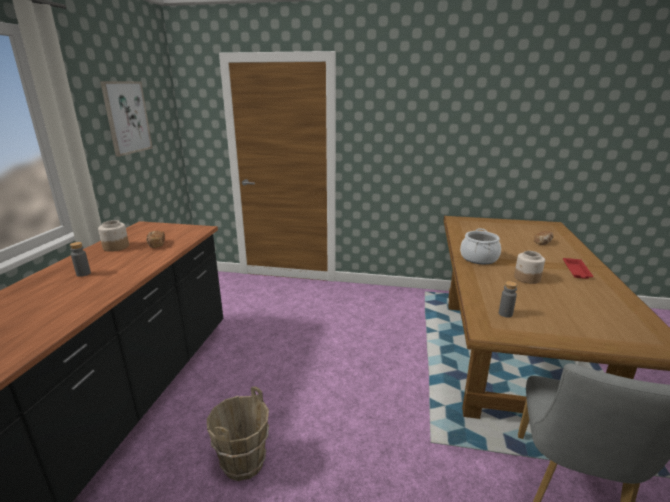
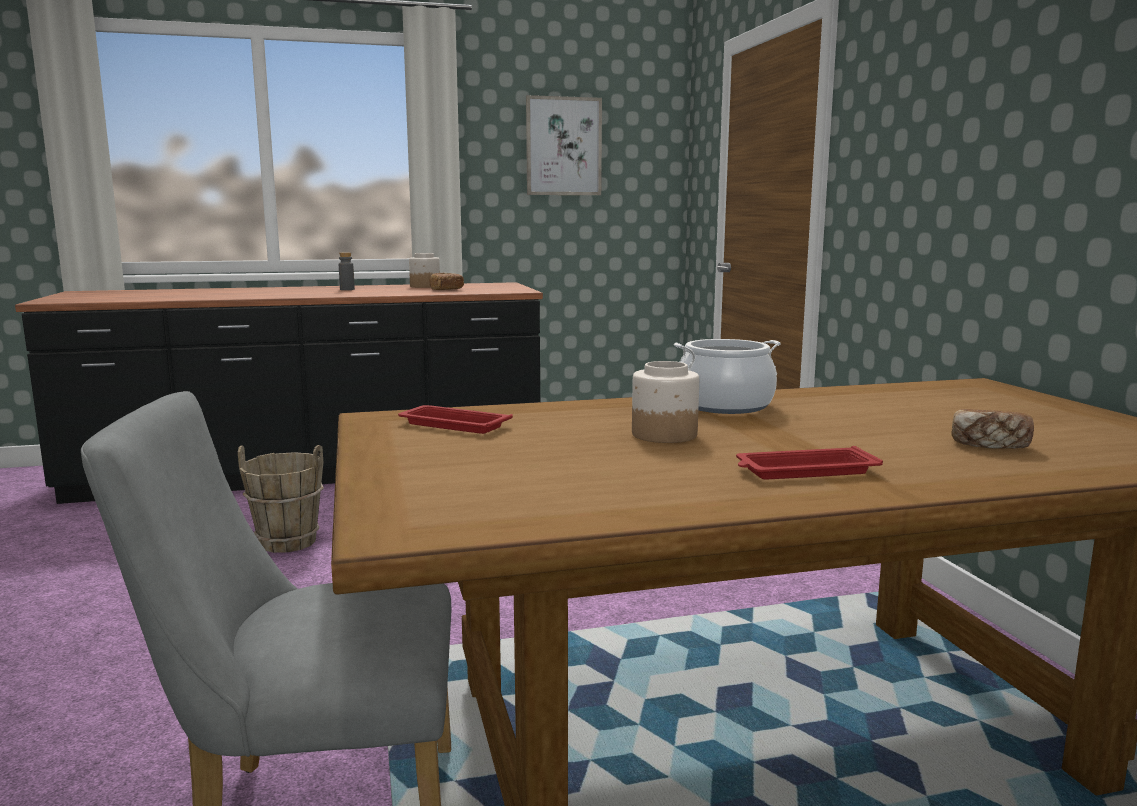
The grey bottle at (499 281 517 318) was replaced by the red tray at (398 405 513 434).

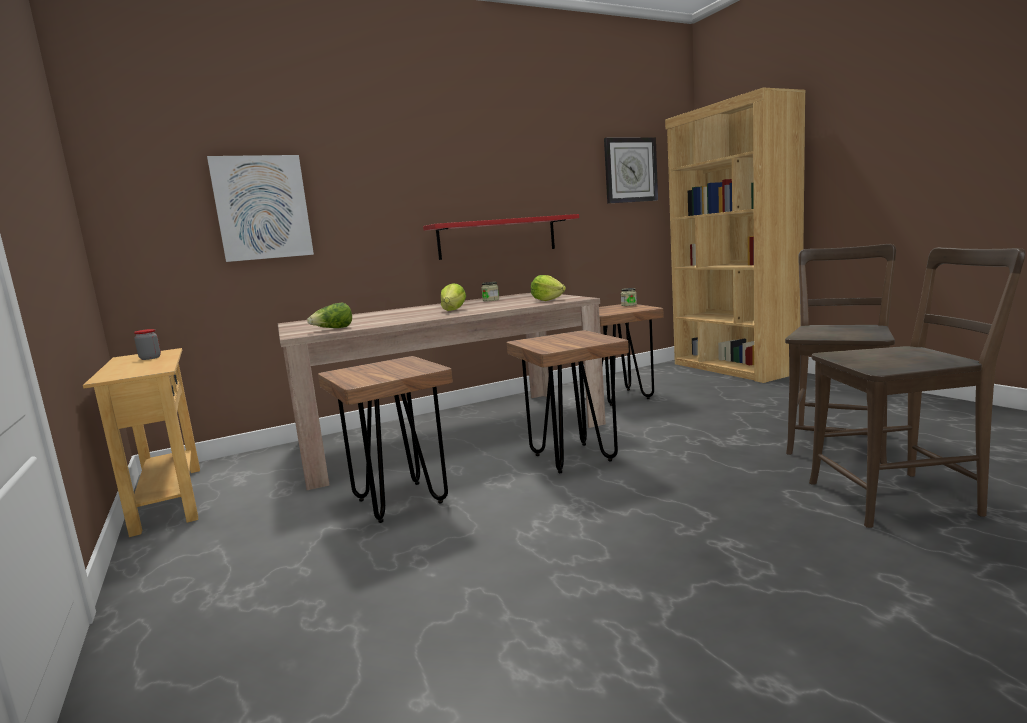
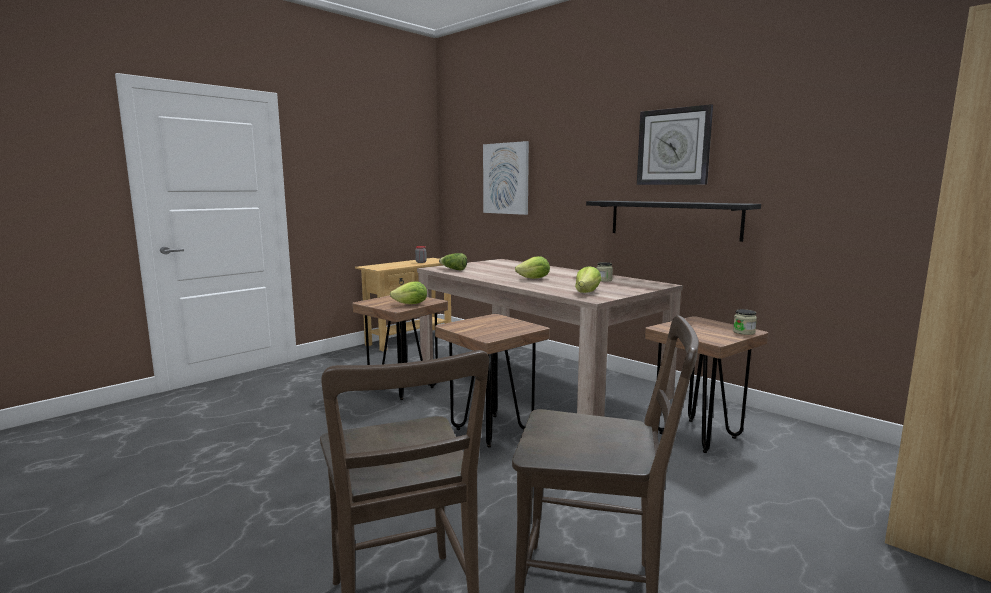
The lettuce at (390 281 427 304) appeared.
The red shelf at (423 214 579 260) became the black shelf at (586 201 761 242).
The wall clock moved from (604 138 658 204) to (637 104 713 185).

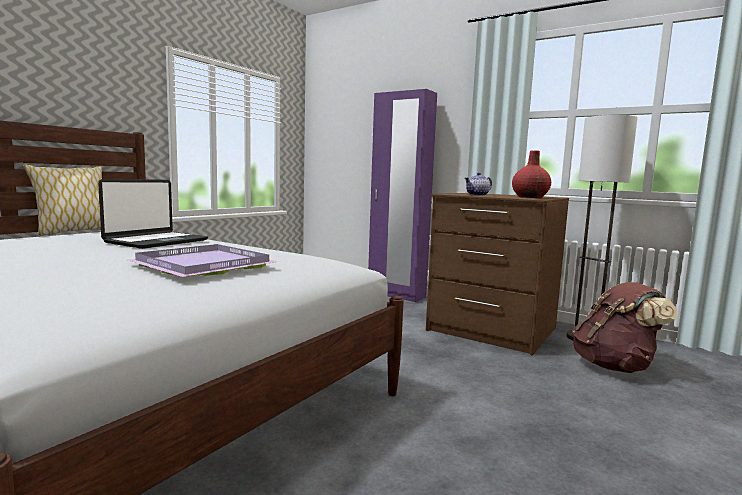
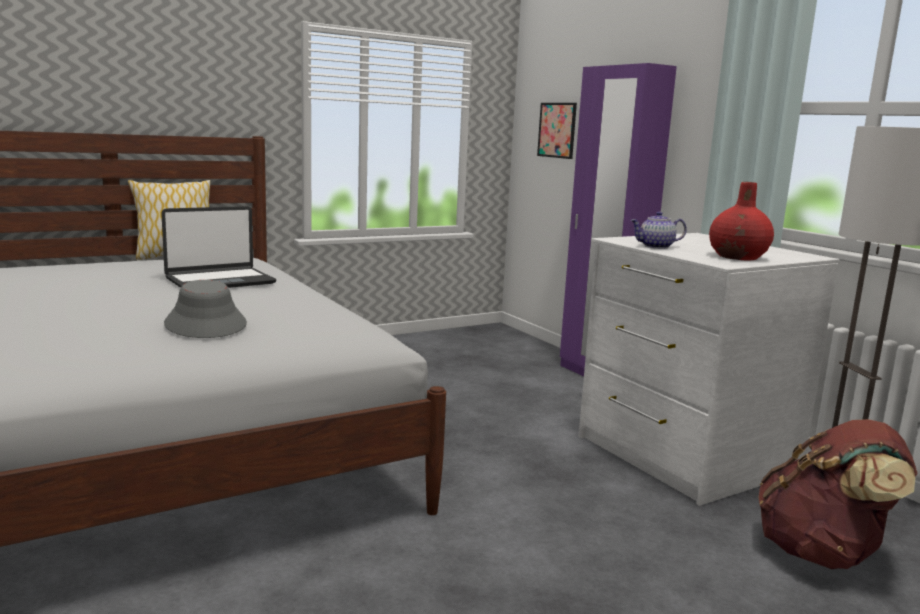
The purple tray at (128 244 278 277) was replaced by the grey hat at (164 280 247 338).
The picture at (537 103 577 159) appeared.
The brown dresser at (426 193 569 355) became the white dresser at (578 233 839 506).

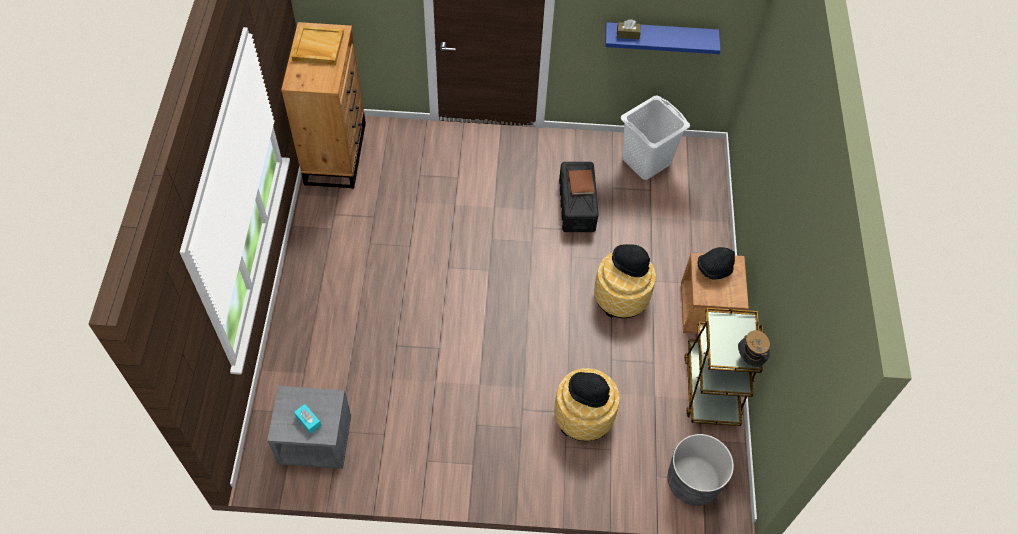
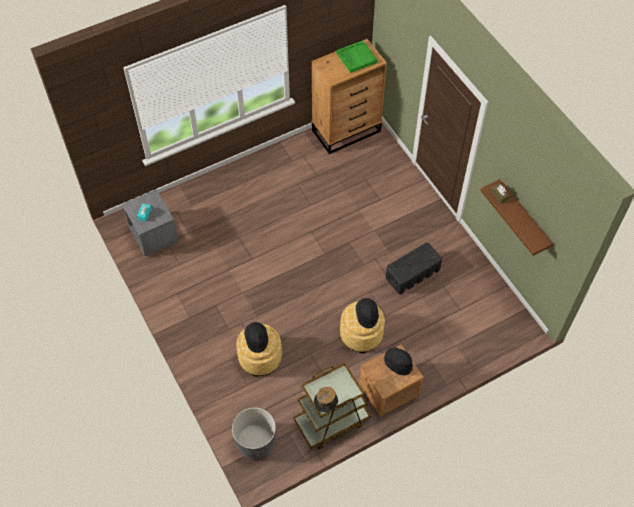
The beige tray at (292 25 344 65) became the green tray at (336 40 377 73).
The blue shelf at (605 22 721 54) became the brown shelf at (480 179 553 256).
The brown book at (568 170 595 195) disappeared.
The white laundry basket at (621 96 690 180) disappeared.

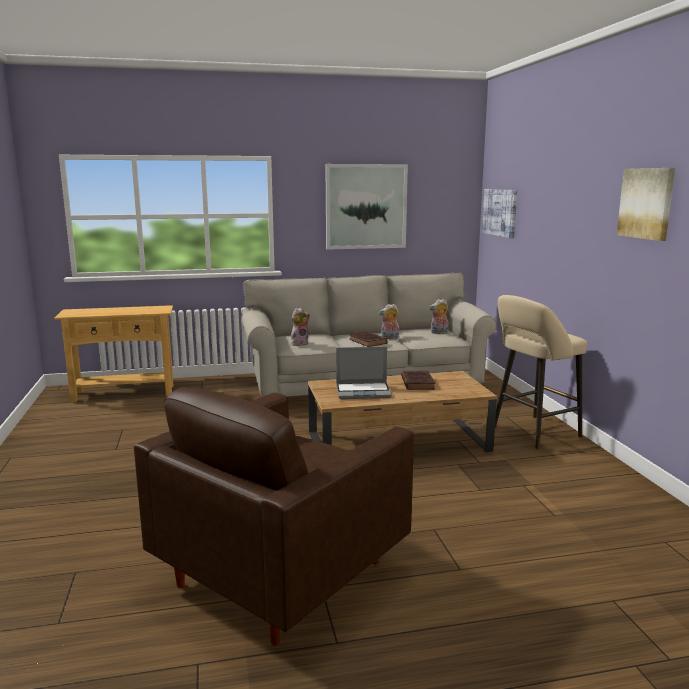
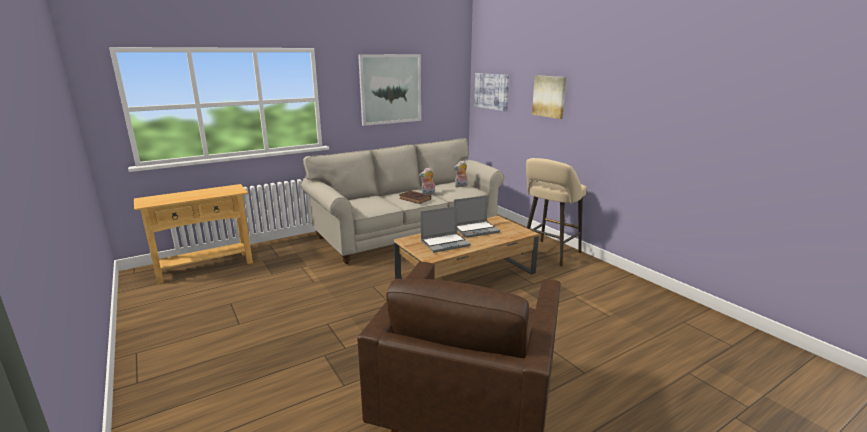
The brown book at (401 371 435 390) was replaced by the laptop at (454 195 500 238).
The picture moved from (617 168 675 241) to (532 75 567 119).
The plush toy at (291 308 310 346) disappeared.

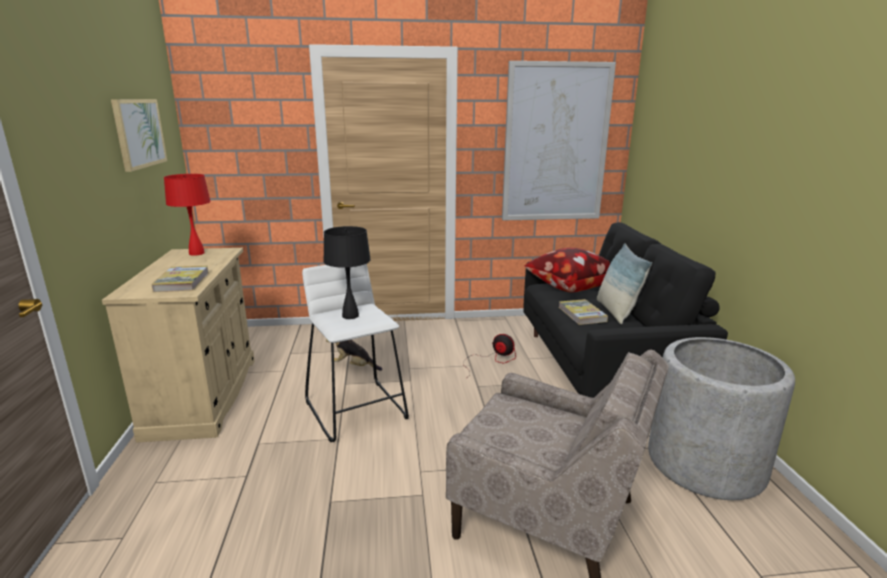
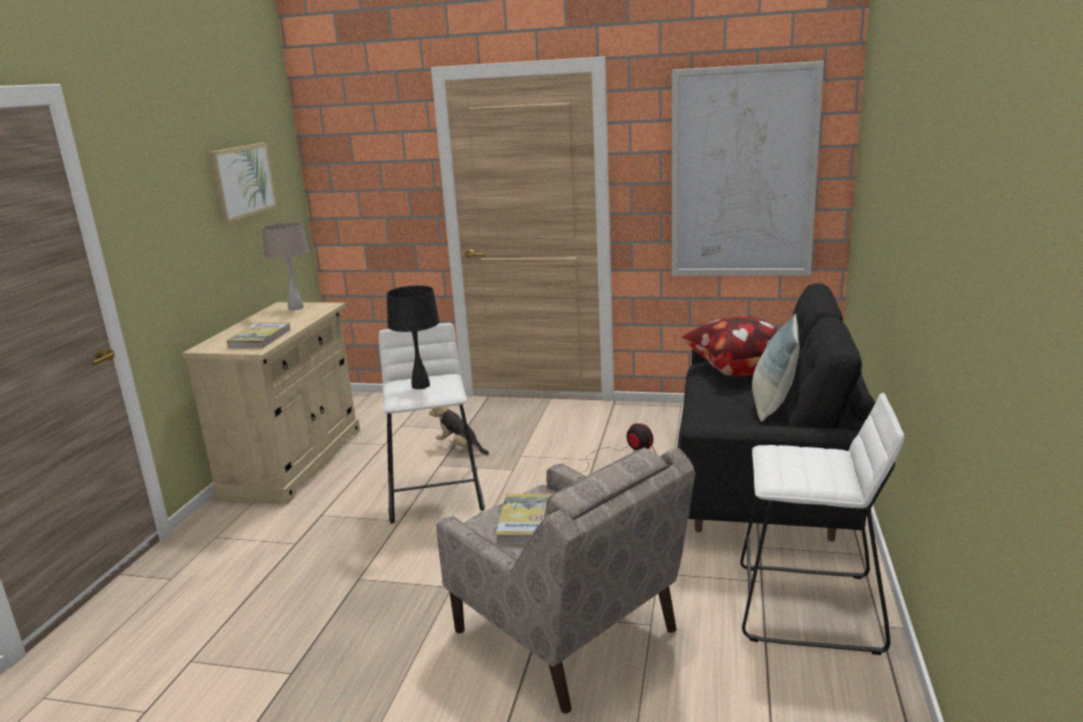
The red table lamp at (164 174 211 256) became the beige table lamp at (262 222 309 310).
The book moved from (559 299 608 325) to (495 494 553 544).
The grey planter at (648 337 795 500) was replaced by the white stool at (740 393 904 655).

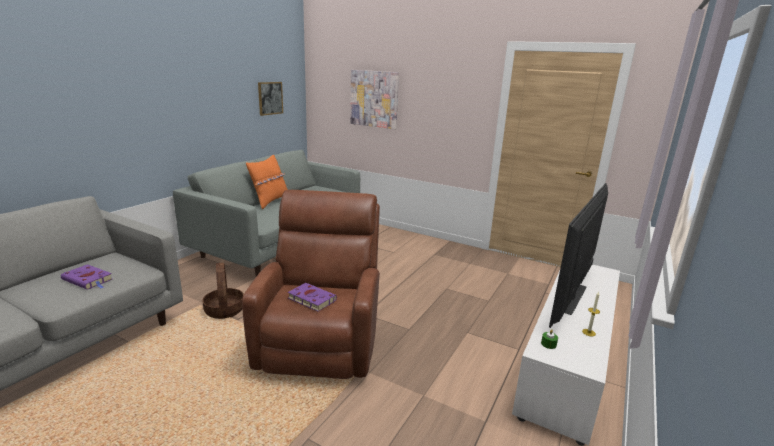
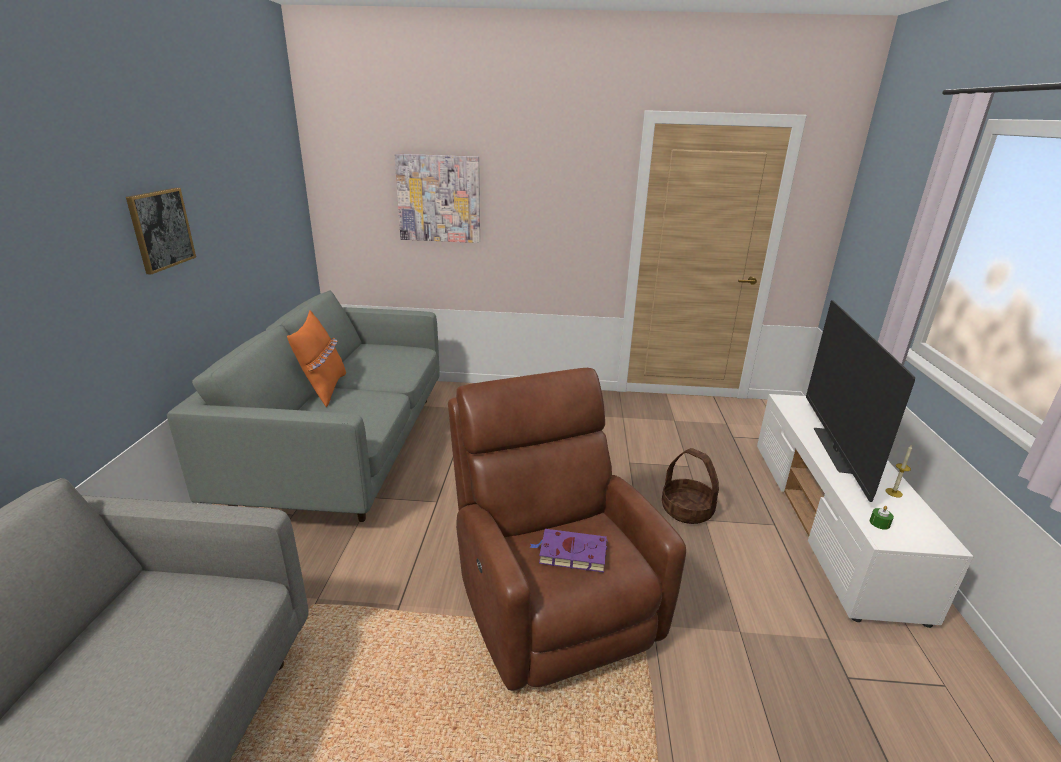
The picture moved from (258 82 283 116) to (126 188 196 275).
The basket moved from (202 263 244 319) to (662 448 719 524).
The purple book at (61 264 112 290) disappeared.

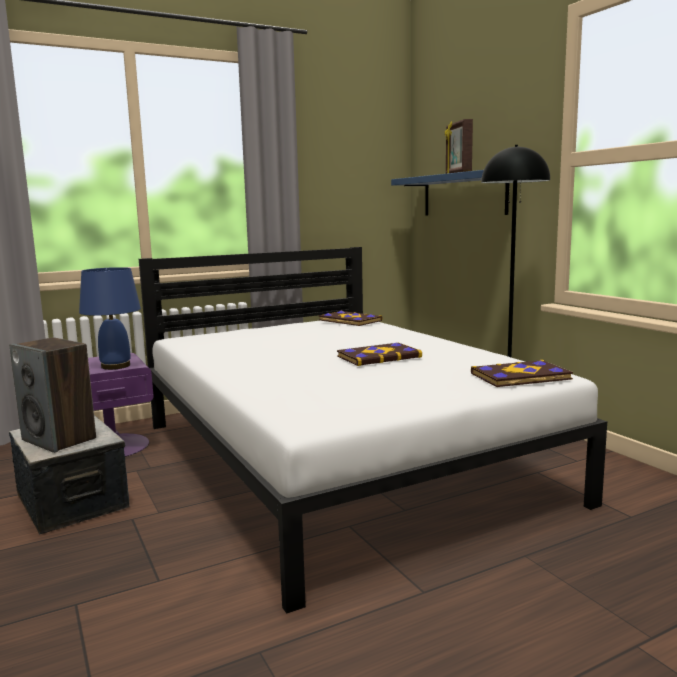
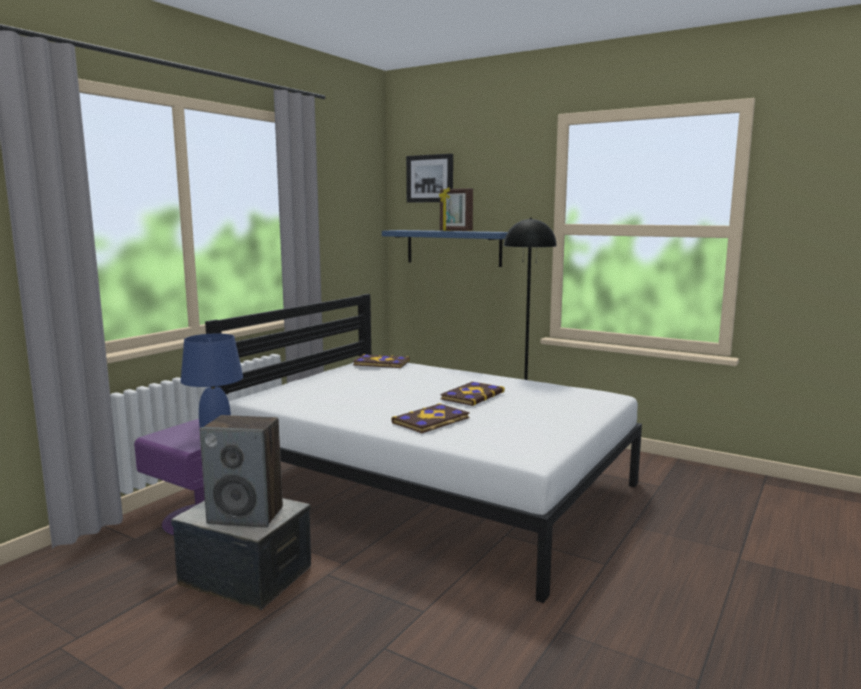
The book moved from (471 360 573 387) to (391 403 470 433).
The picture at (406 154 453 203) appeared.

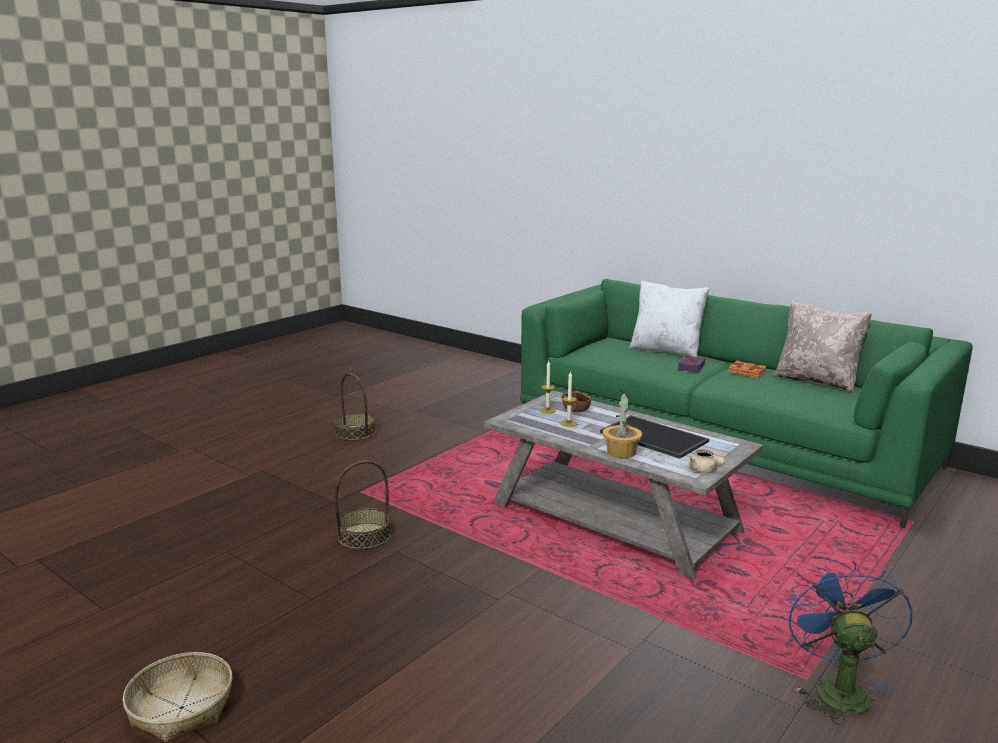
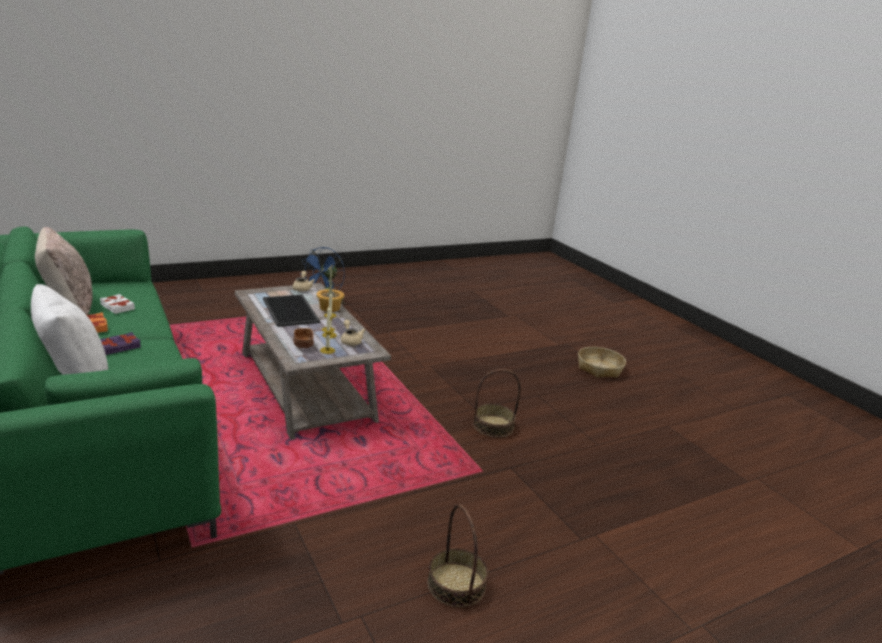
The white book at (100 294 135 314) appeared.
The beige teapot at (341 320 365 346) appeared.

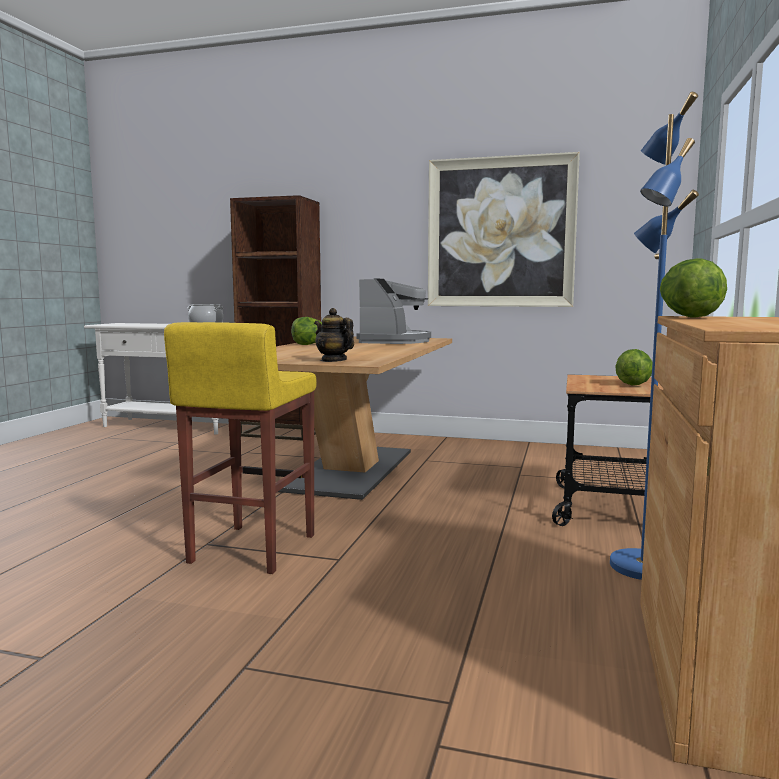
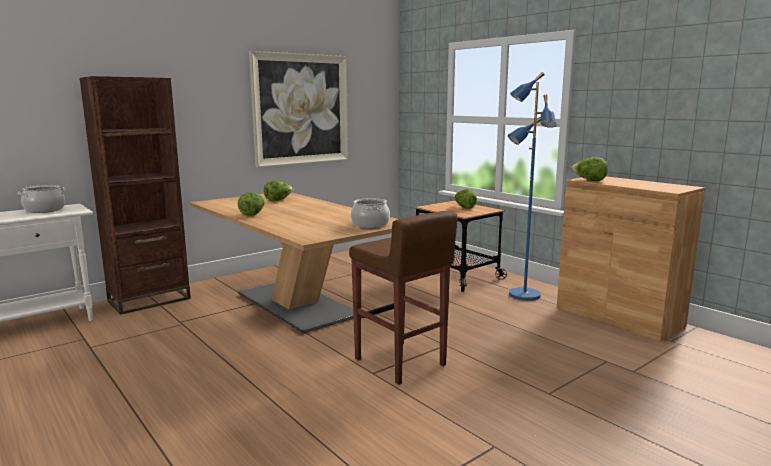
The coffee machine at (356 278 431 344) was replaced by the lettuce at (264 180 293 201).
The yellow stool at (164 322 317 574) became the brown stool at (349 210 457 385).
The teapot at (314 308 354 362) was replaced by the cooking pot at (351 198 390 228).

